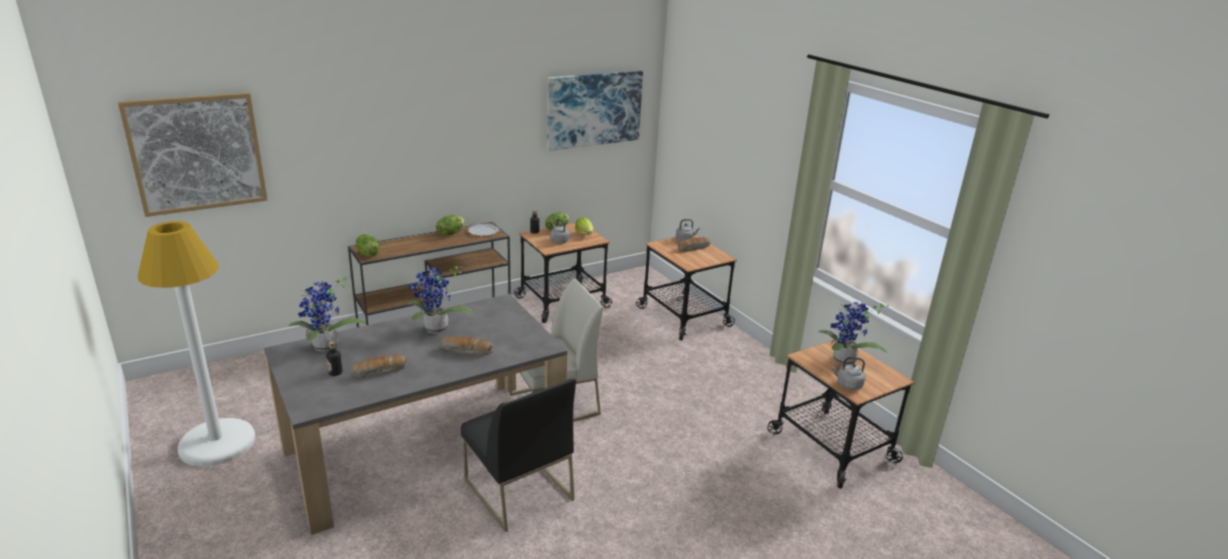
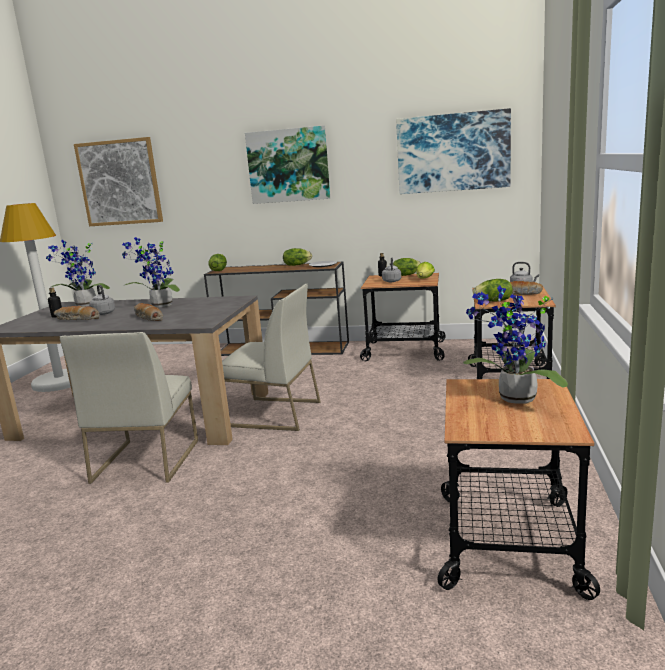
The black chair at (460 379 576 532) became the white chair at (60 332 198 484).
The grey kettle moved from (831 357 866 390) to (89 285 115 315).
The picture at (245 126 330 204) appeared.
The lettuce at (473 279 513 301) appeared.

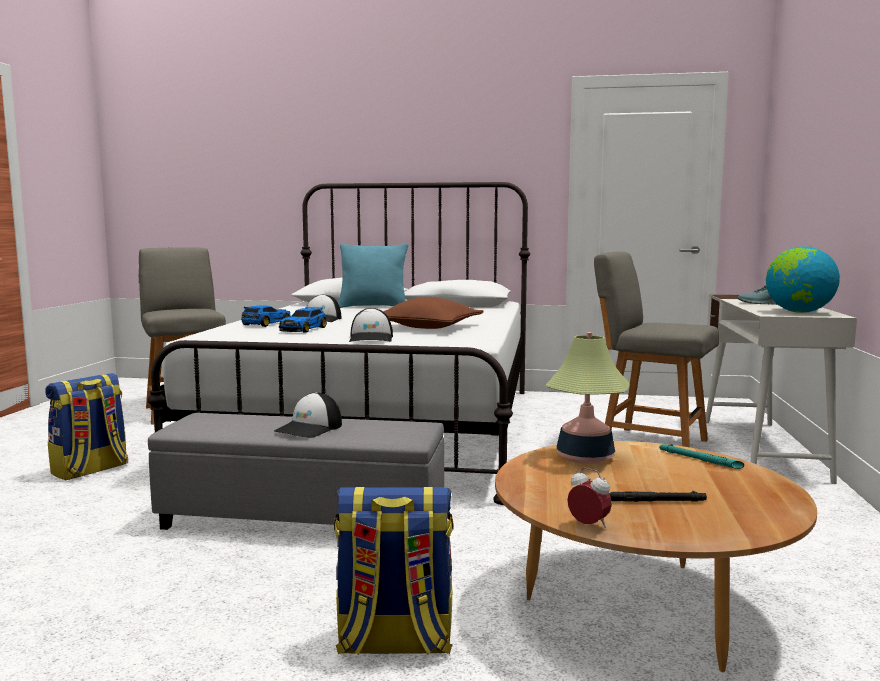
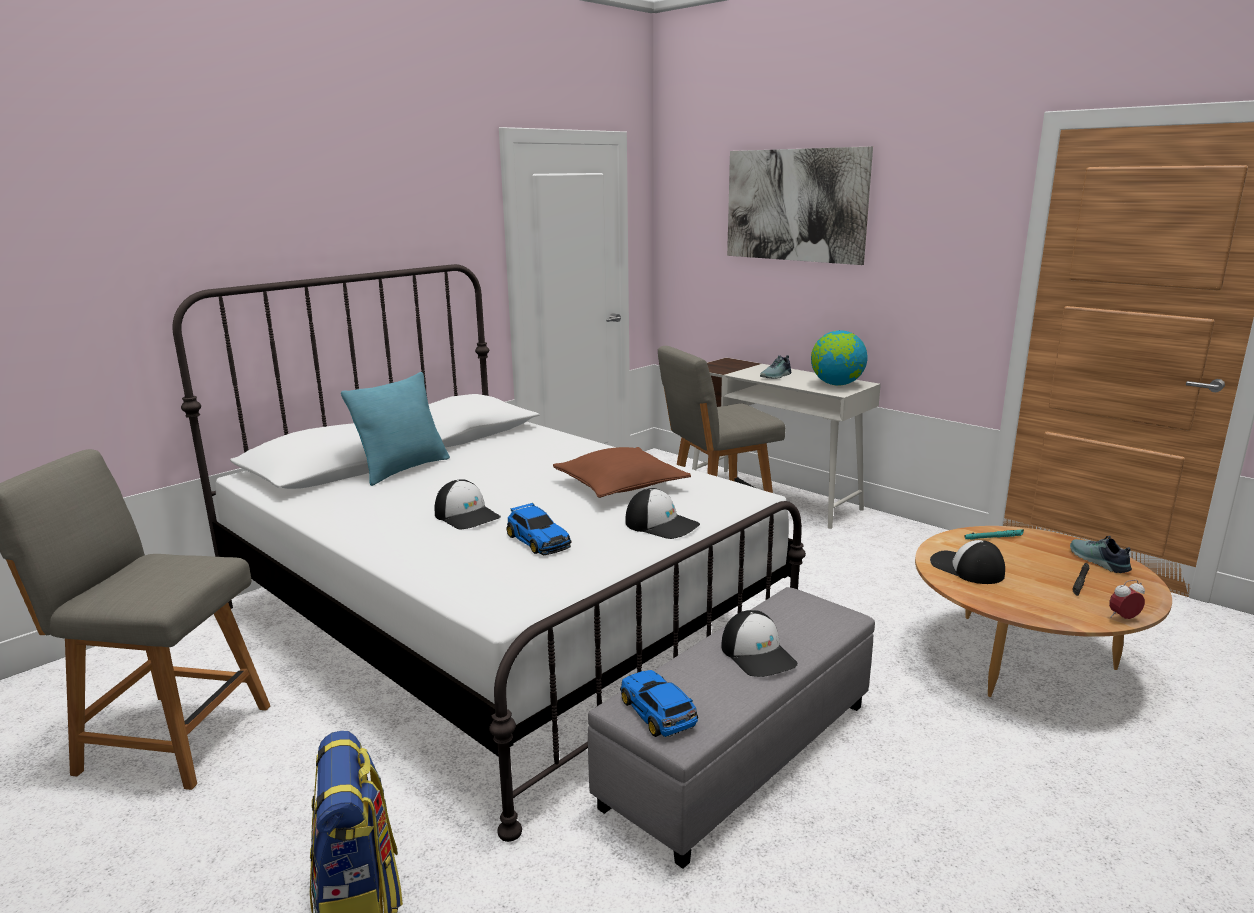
The toy car moved from (241 305 291 327) to (620 670 698 737).
The picture at (727 147 873 265) appeared.
The table lamp at (546 332 629 464) was replaced by the cap at (930 540 1005 584).
The shoe at (1070 536 1132 573) appeared.
The backpack at (334 487 454 655) disappeared.

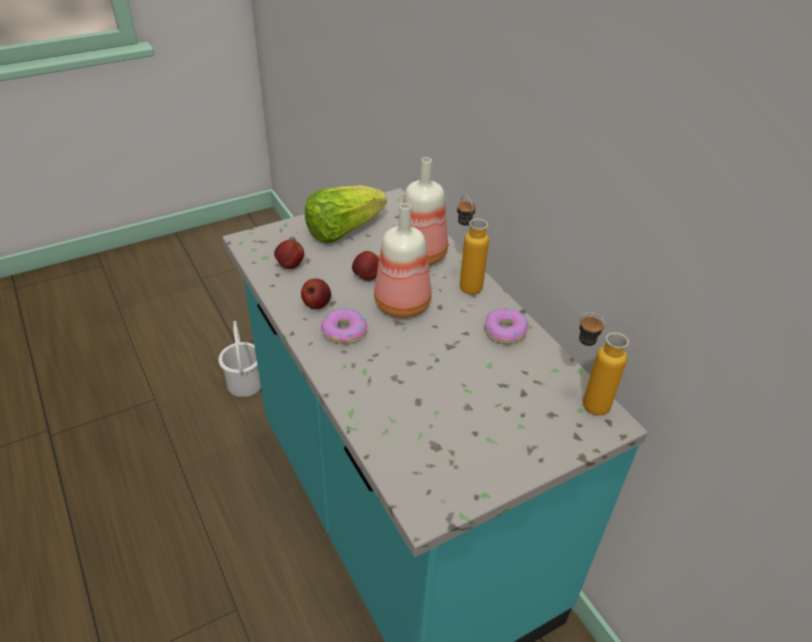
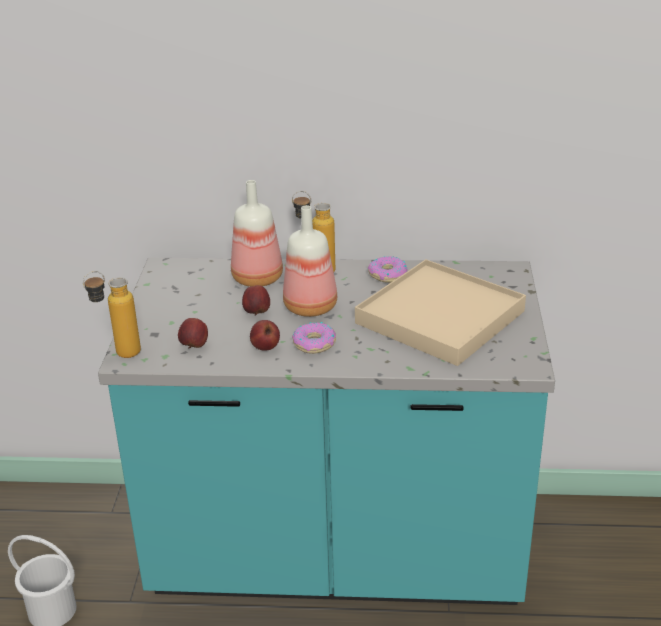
The bottle moved from (579 312 629 416) to (83 271 141 358).
The beige tray at (355 259 526 366) appeared.
The lettuce at (305 185 387 243) disappeared.

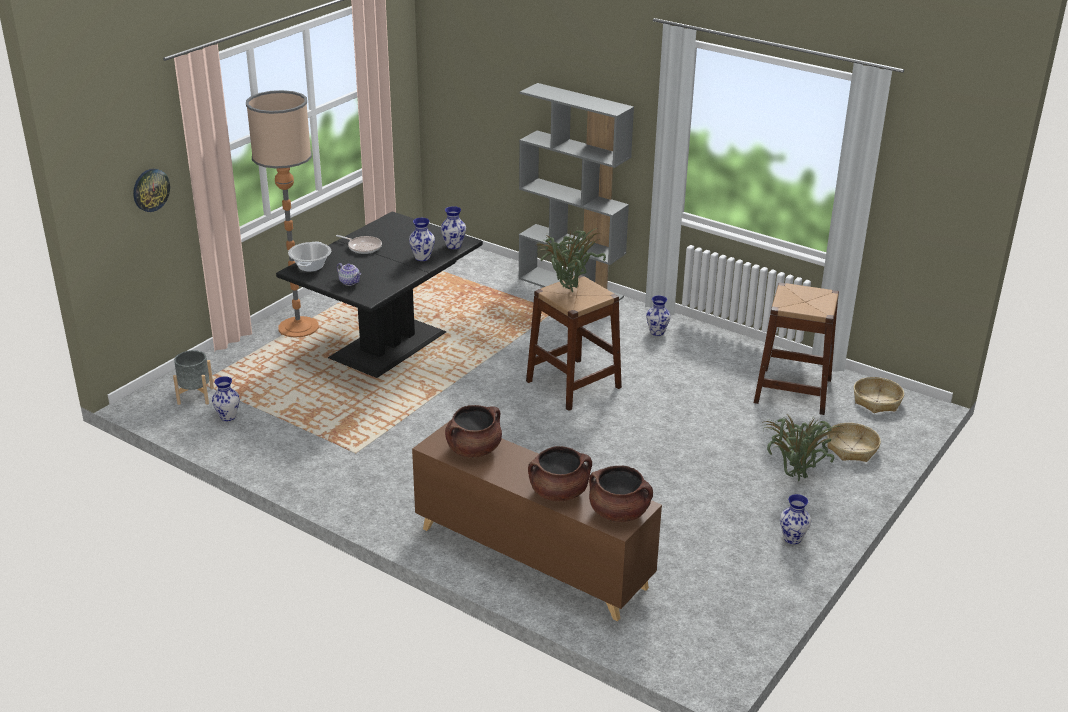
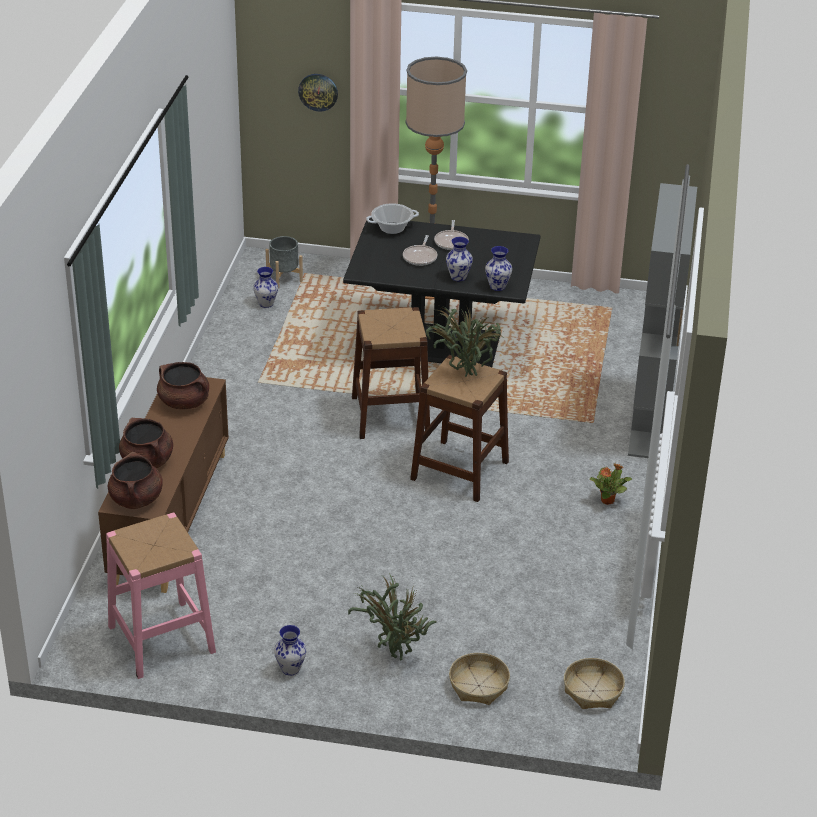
The pink stool at (106 512 216 679) appeared.
The brown stool moved from (754 283 839 415) to (352 307 430 439).
The frying pan at (403 235 437 266) appeared.
The vase at (646 296 671 336) was replaced by the potted plant at (590 463 632 505).
The teapot at (337 263 361 286) disappeared.

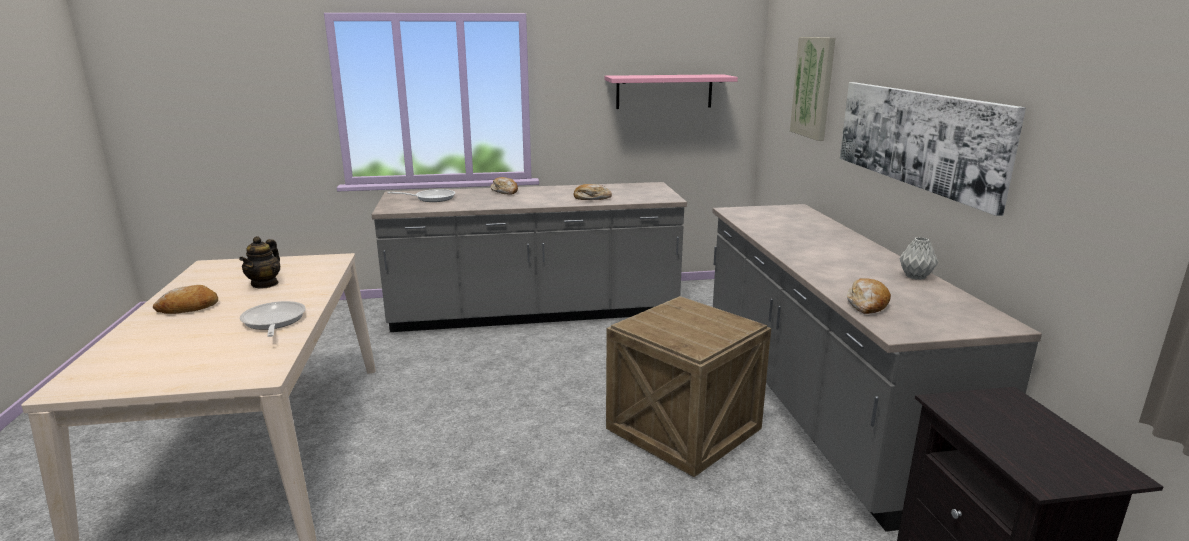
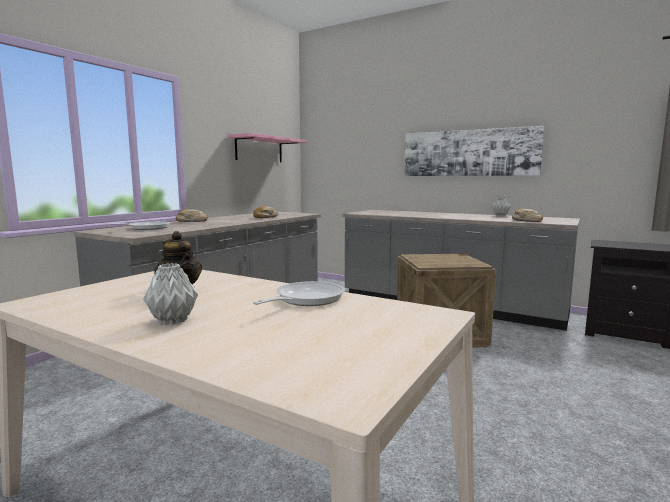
The bread at (153 285 218 314) was replaced by the grey vase at (143 263 198 325).
The frying pan at (240 301 306 337) turned 105 degrees clockwise.
The picture at (790 37 835 141) disappeared.

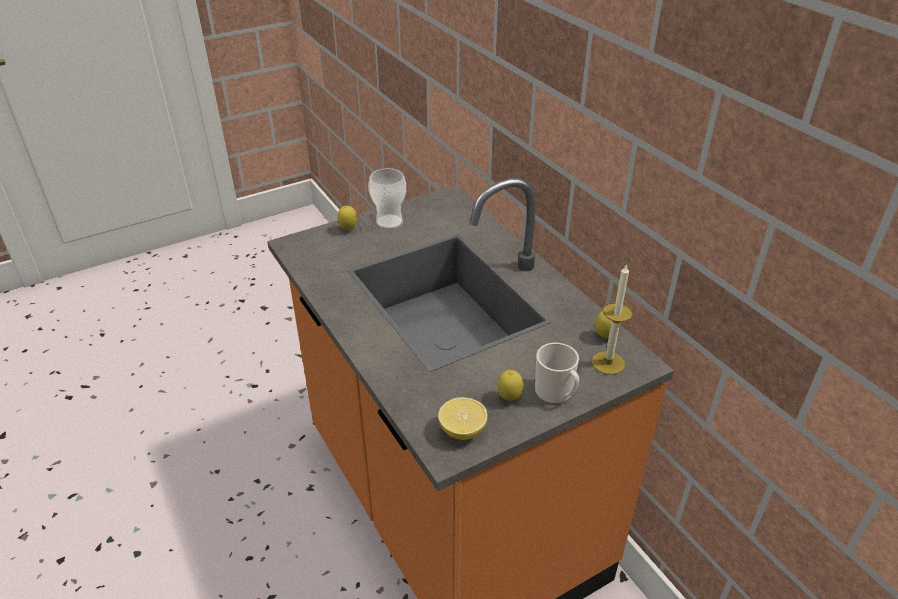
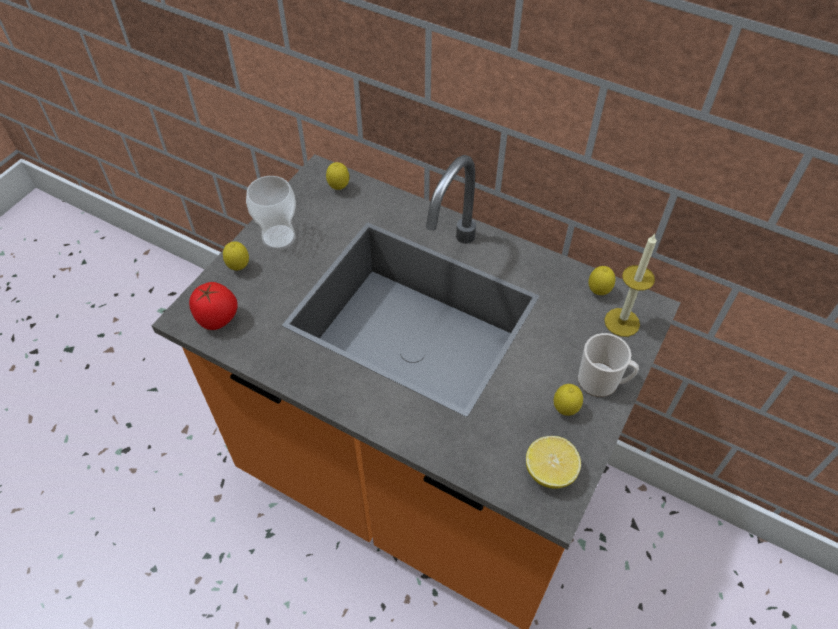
The tomato at (189 282 238 330) appeared.
The lemon at (326 162 349 190) appeared.

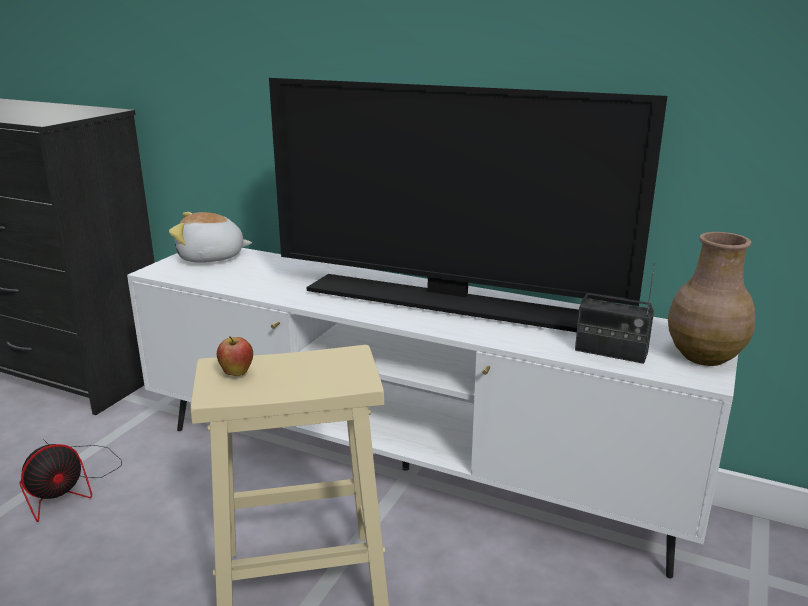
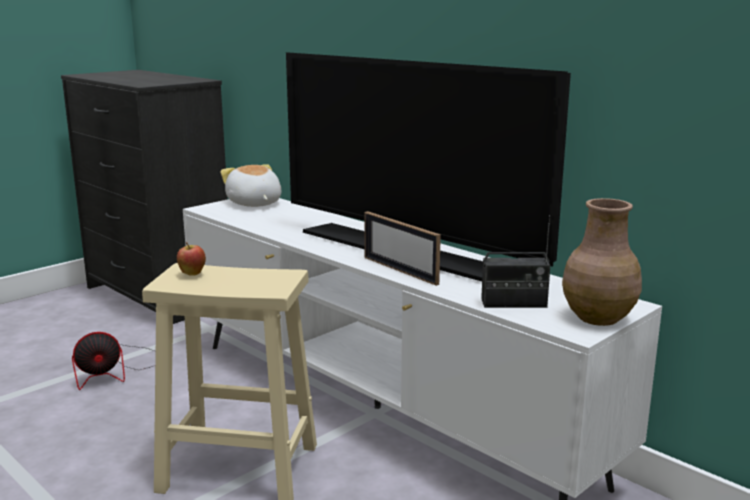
The plush toy at (169 212 252 263) turned 45 degrees clockwise.
The picture frame at (364 211 441 286) appeared.
The radio at (575 263 655 364) turned 45 degrees counterclockwise.

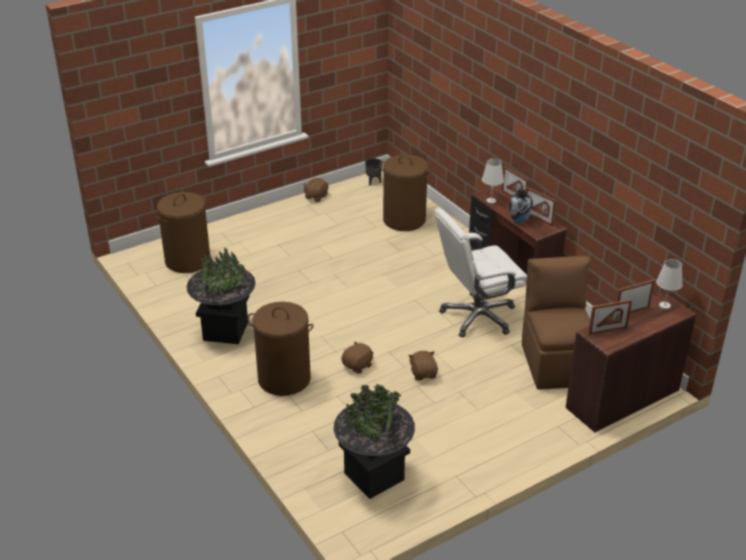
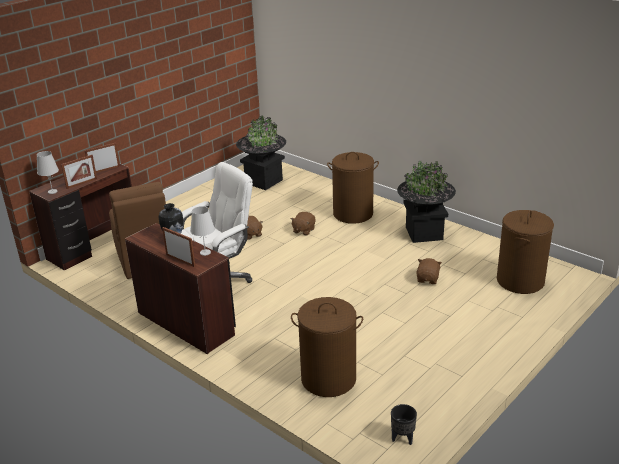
The brown plush toy moved from (303 178 328 202) to (416 258 442 284).
The picture frame at (526 187 557 226) disappeared.

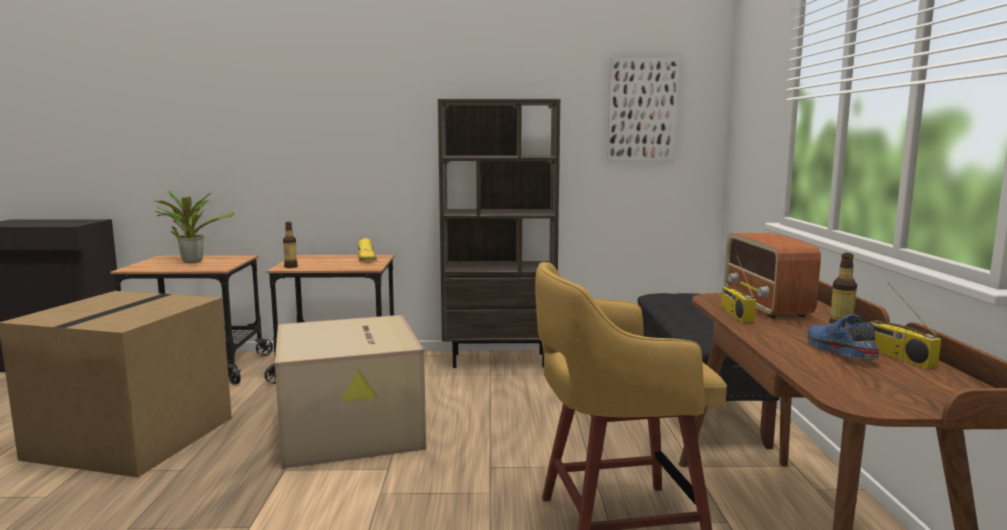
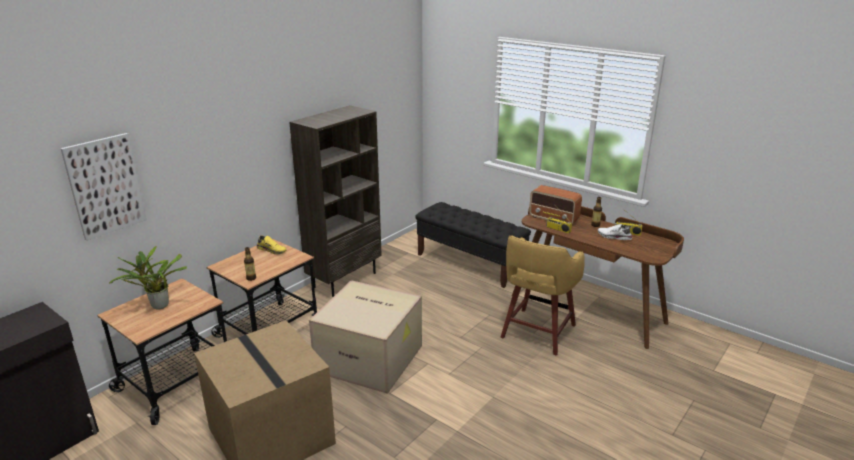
The picture moved from (607 58 679 162) to (60 133 147 241).
The blue shoe at (807 314 879 360) became the white shoe at (598 224 632 240).

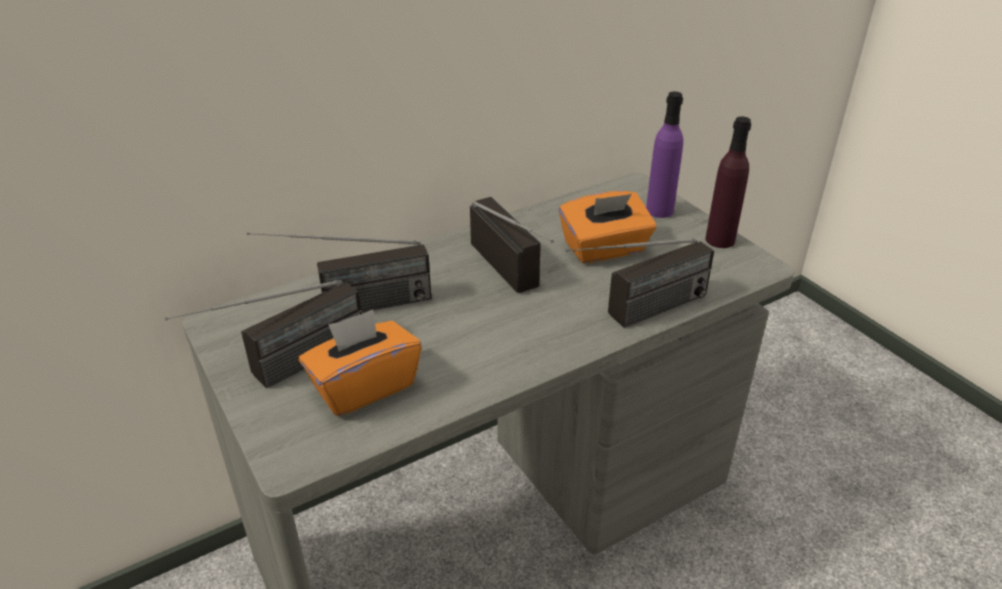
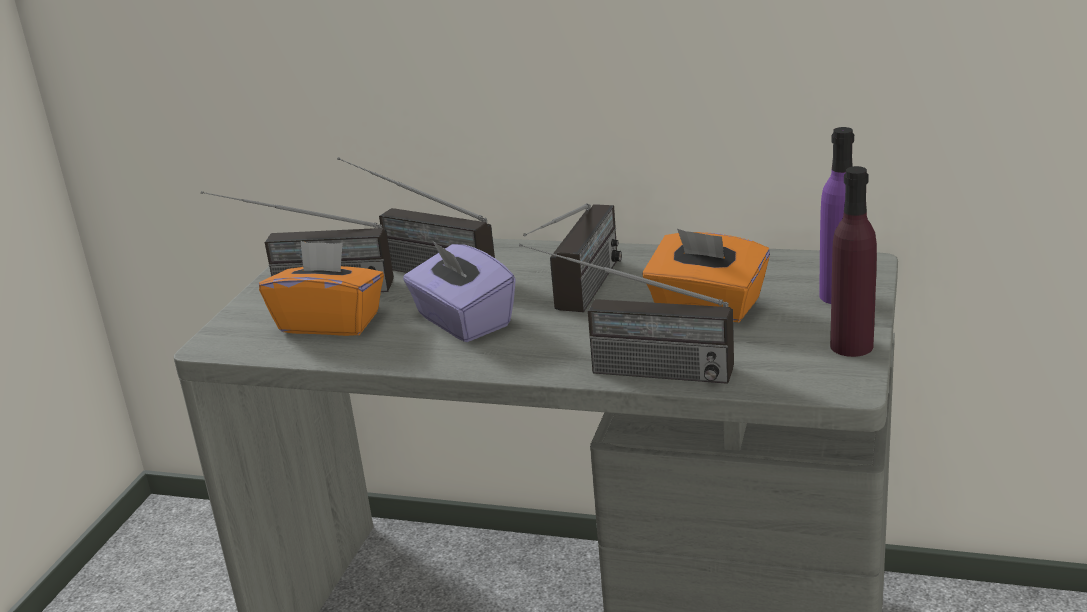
The purple tissue box at (403 240 516 342) appeared.

